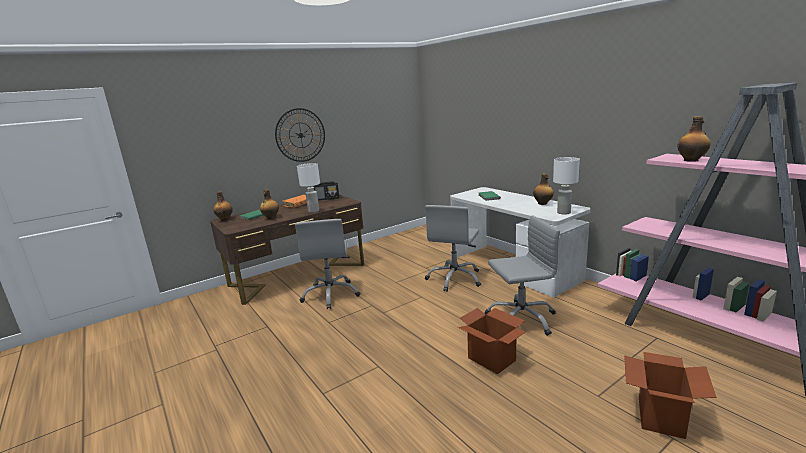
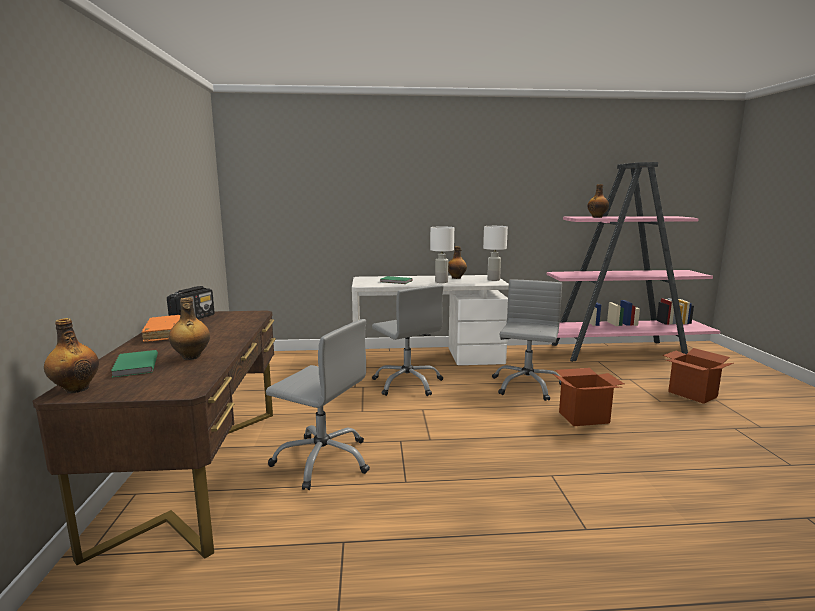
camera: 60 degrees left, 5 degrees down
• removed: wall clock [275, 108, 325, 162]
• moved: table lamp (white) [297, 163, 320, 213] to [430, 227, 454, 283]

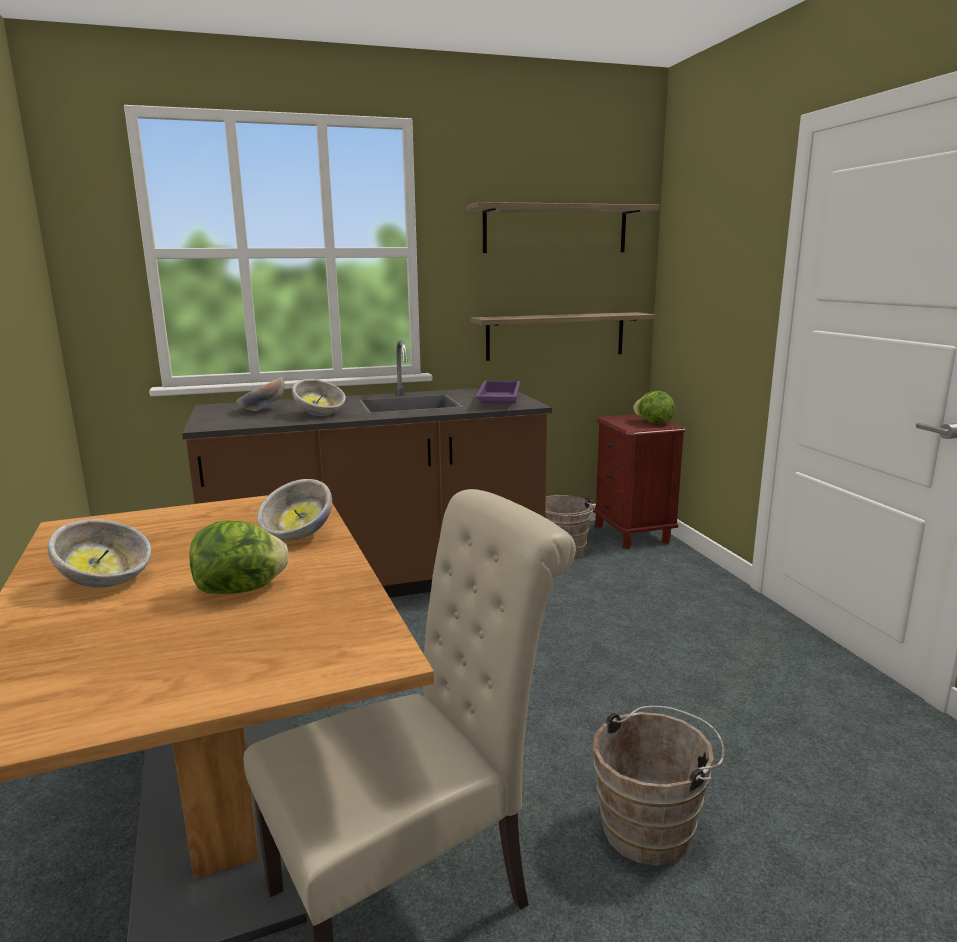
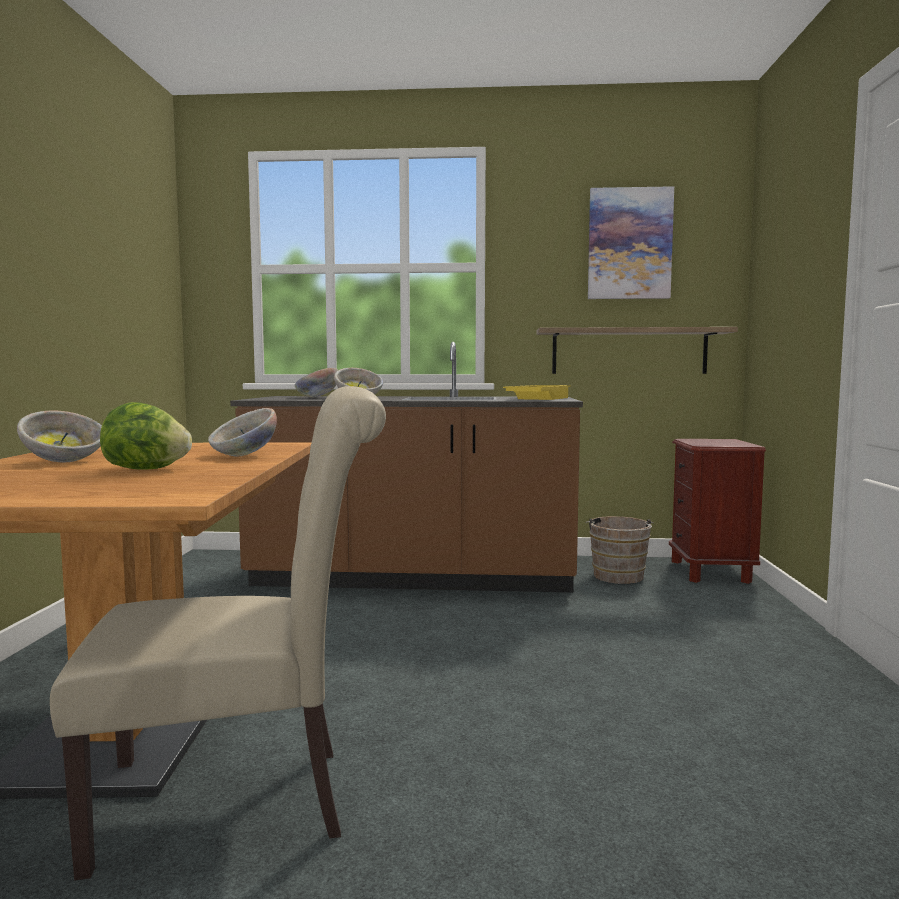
camera: 20 degrees right, 10 degrees down
• replaced: shelf [466, 202, 659, 253] to picture [588, 186, 674, 299]
• recoloured: tray (purple) [475, 381, 520, 403] to tray (yellow) [503, 385, 571, 400]
• removed: lettuce [633, 391, 675, 424]
• removed: bucket (brown) [593, 706, 724, 866]

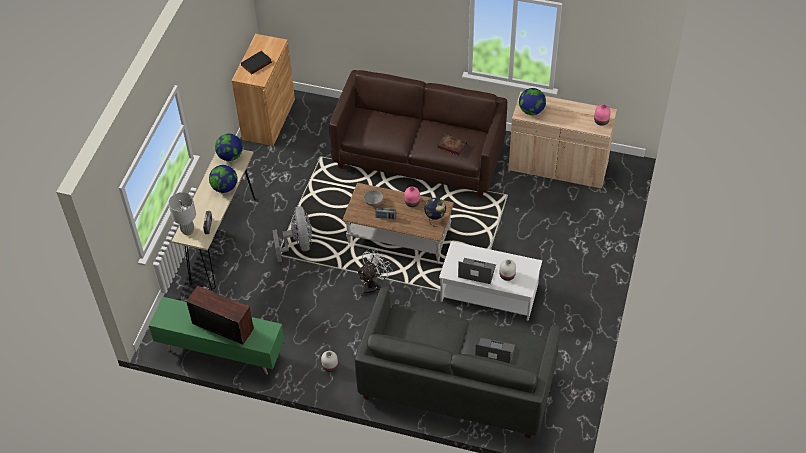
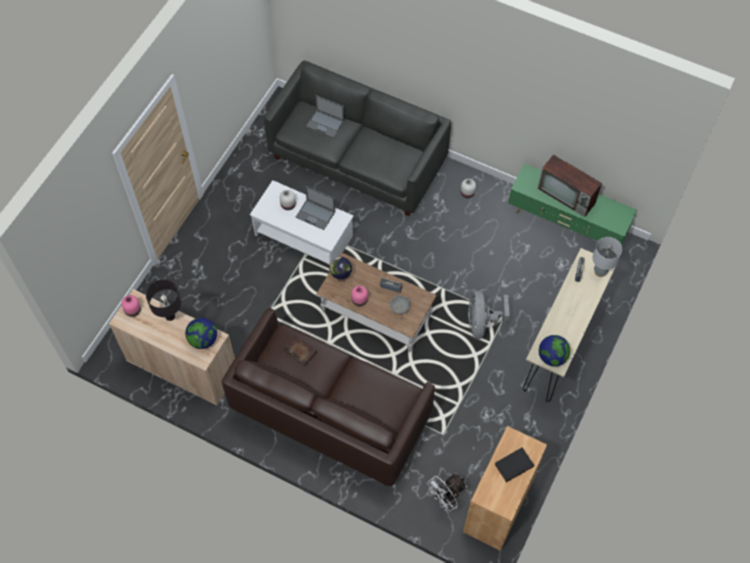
camera: 170 degrees left, 10 degrees up
• removed: globe [209, 165, 237, 193]
• moved: fan (white) [357, 248, 393, 296] to [427, 473, 467, 512]
• added: table lamp (black) [146, 279, 181, 321]

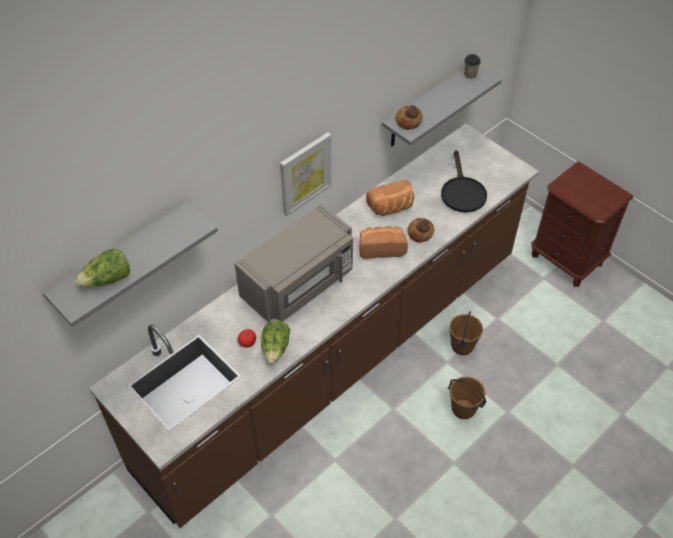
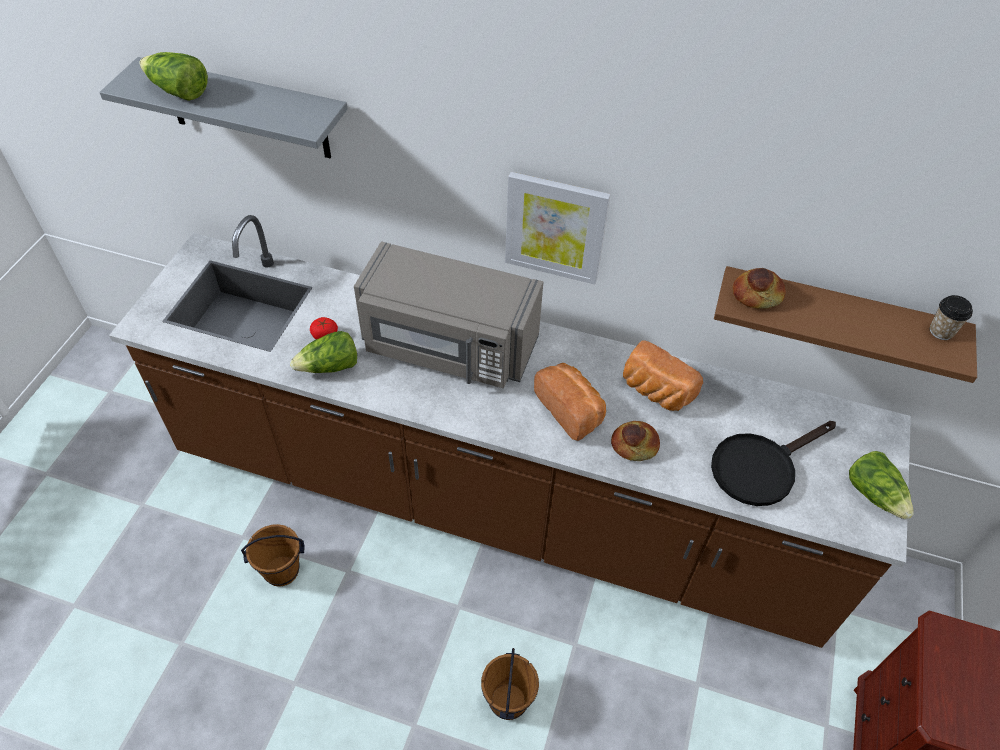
camera: 60 degrees right, 0 degrees up
• recoloured: shelf (grey) [382, 66, 501, 147] to shelf (brown) [714, 266, 977, 383]
• moved: bucket (brown) [449, 311, 483, 355] to [241, 524, 305, 587]
• added: lettuce [849, 451, 914, 520]

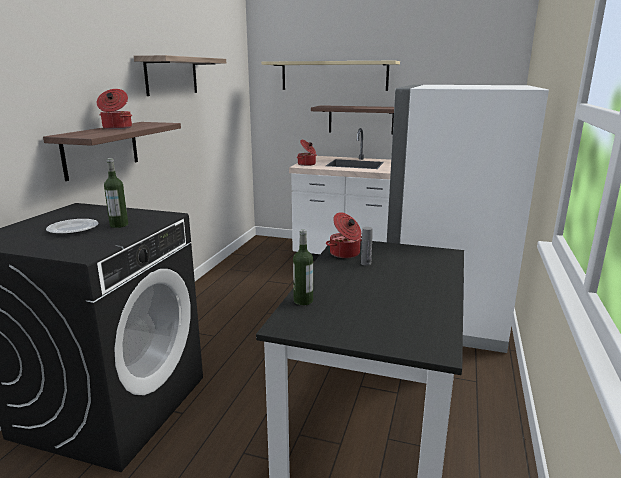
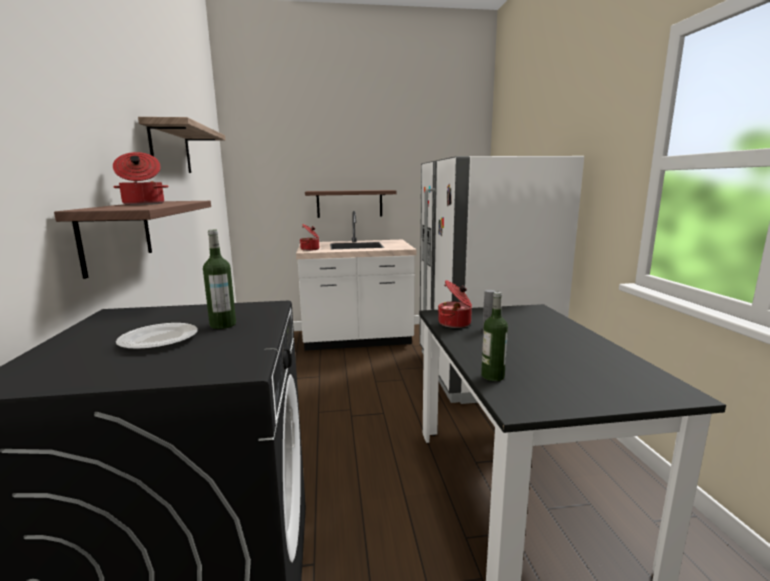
camera: 25 degrees left, 5 degrees down
• removed: shelf (beige) [261, 61, 400, 91]

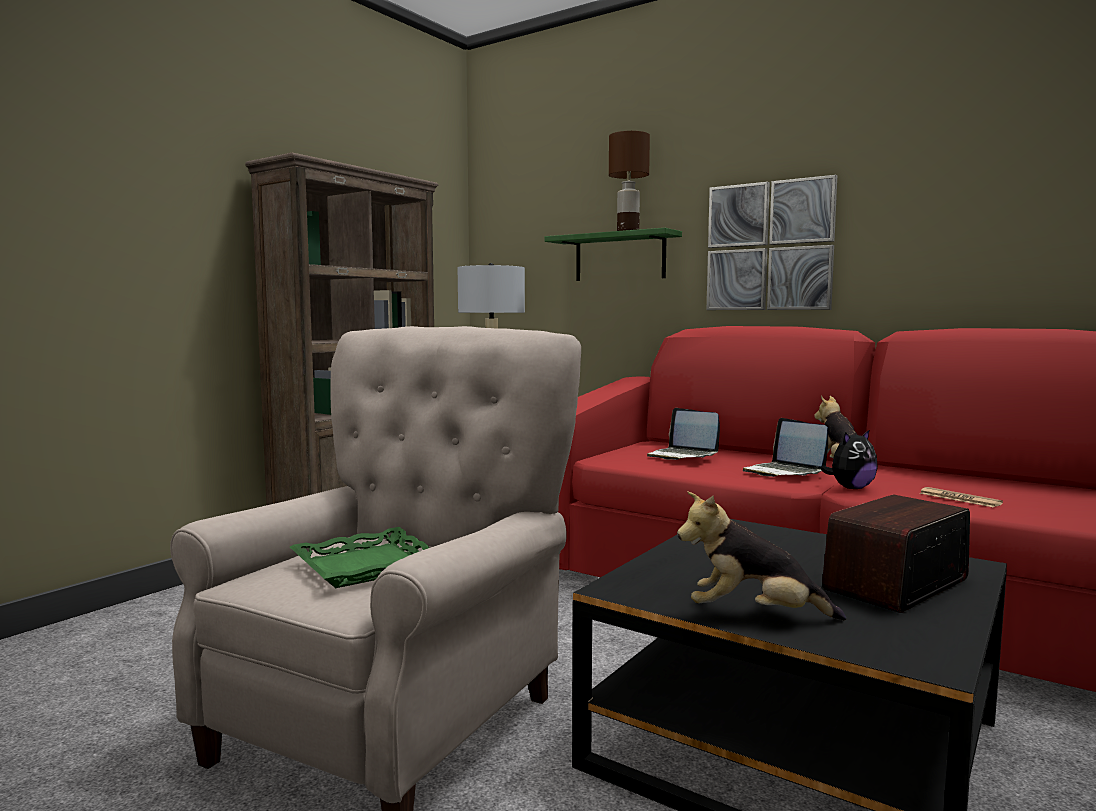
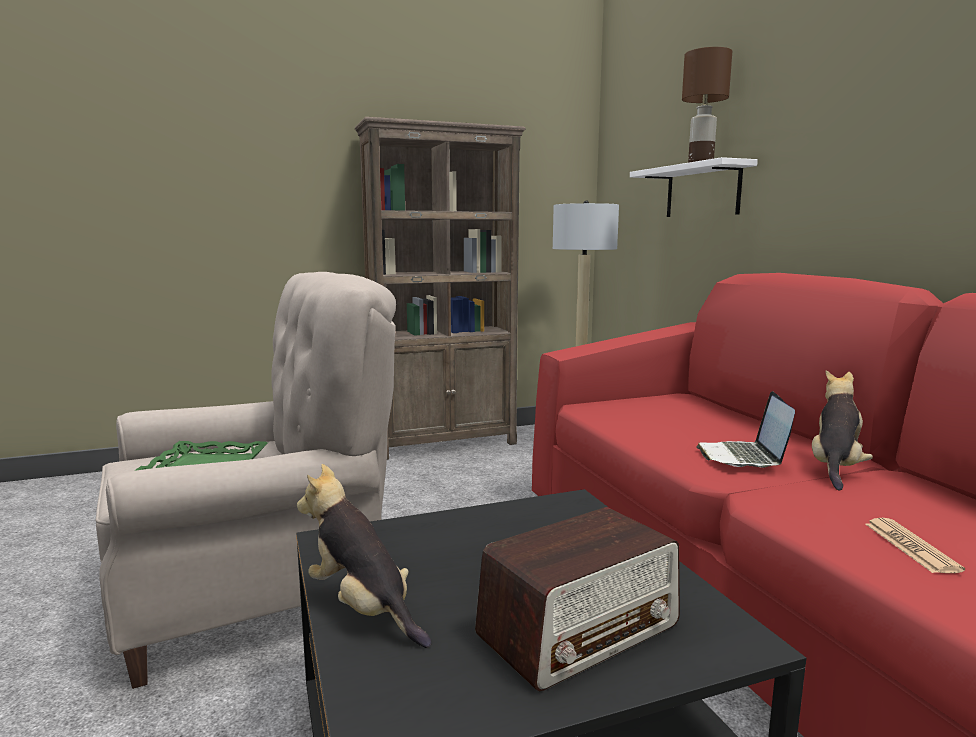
camera: 35 degrees right, 5 degrees up
• removed: picture [706, 175, 837, 310]
• recoloured: shelf (green) [544, 228, 682, 281] to shelf (white) [630, 157, 758, 217]
• removed: laptop [647, 408, 720, 460]
• removed: plush toy [821, 429, 878, 489]
• turned: radio [822, 494, 970, 613] = [475, 507, 680, 691] 150 degrees clockwise

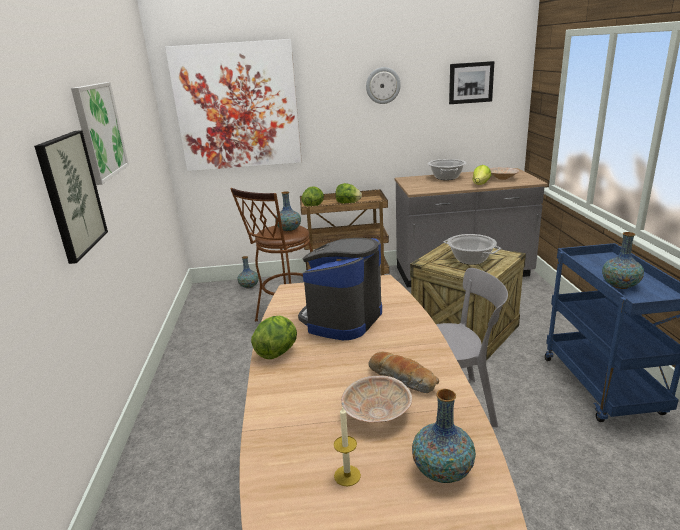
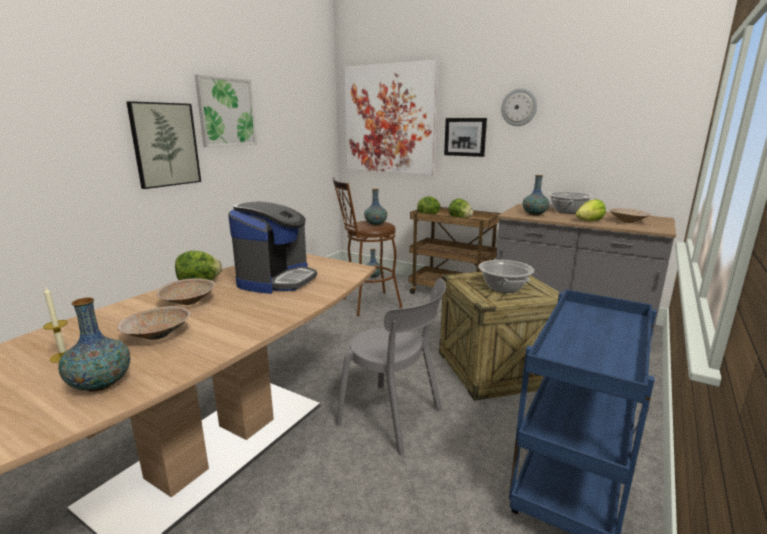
camera: 35 degrees right, 5 degrees down
• moved: picture [449, 61, 495, 104] to [444, 118, 487, 157]
• moved: vase [602, 232, 644, 289] to [523, 175, 550, 216]
• turned: coffee machine [298, 238, 382, 340] = [228, 201, 317, 294] 135 degrees clockwise
• removed: bread [368, 352, 439, 393]
• added: bowl (beige) [156, 278, 216, 305]

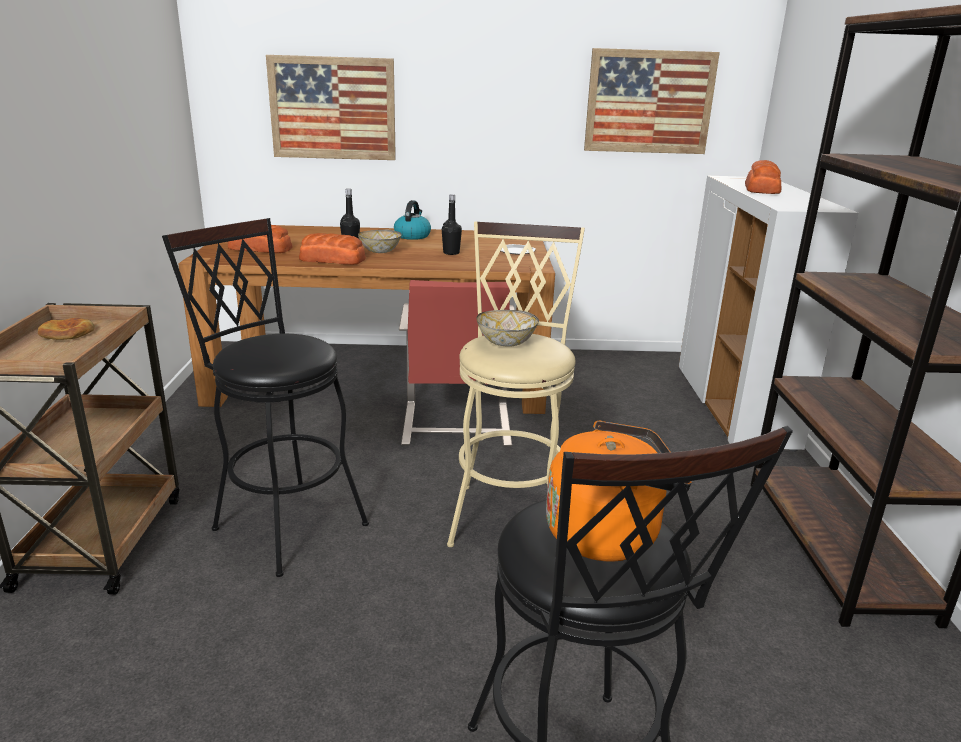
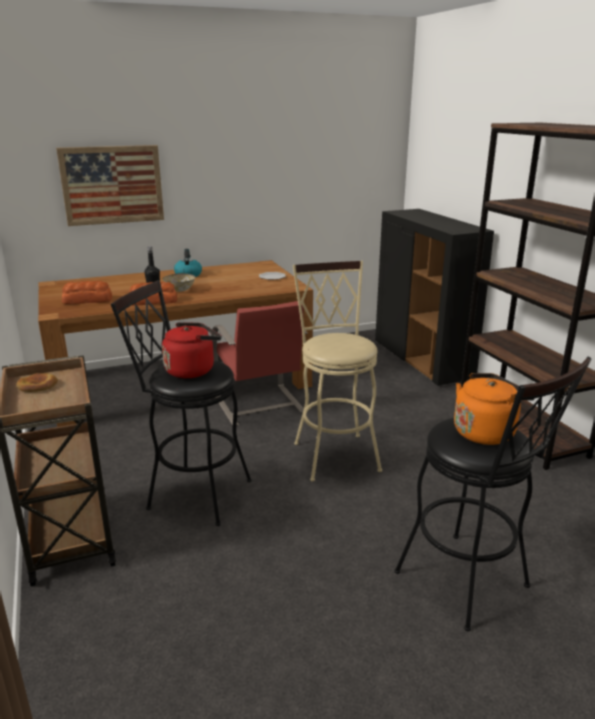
camera: 20 degrees left, 0 degrees up
• removed: picture [584, 48, 720, 154]
• removed: bread [745, 160, 781, 194]
• recoloured: cabinet (white) [679, 176, 859, 452] to cabinet (black) [375, 209, 494, 387]
• removed: bottle (black) [442, 194, 462, 255]
• removed: bowl [477, 310, 539, 347]
• added: kettle (red) [162, 322, 222, 378]

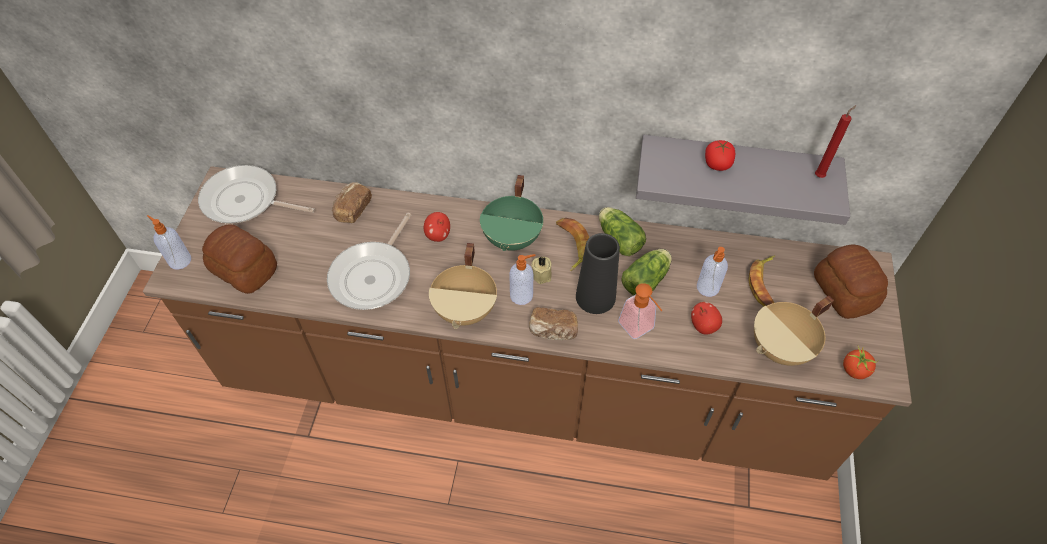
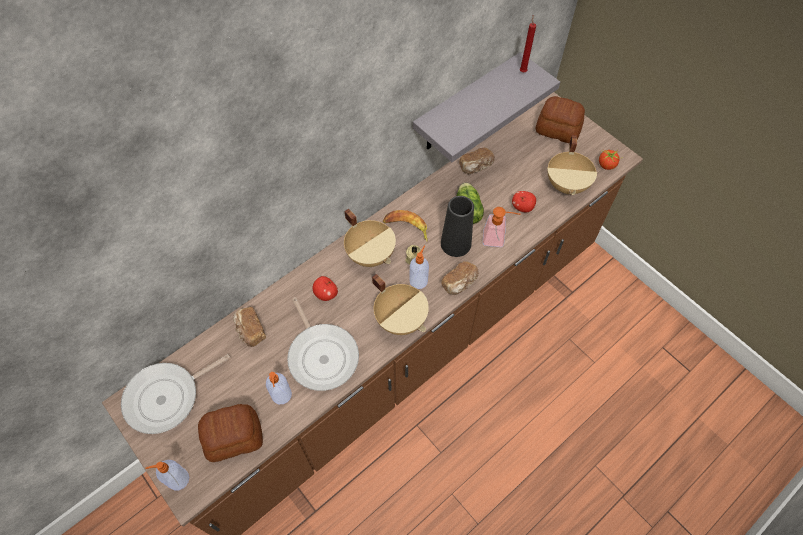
camera: 50 degrees left, 5 degrees up
• removed: tomato [705, 140, 735, 171]
• recoloured: cooking pot (green) [480, 175, 543, 251] to cooking pot (beige) [344, 209, 396, 267]
• removed: lettuce [599, 207, 646, 256]
• moved: soap dispenser [697, 247, 728, 297] to [266, 372, 292, 404]
• removed: banana [748, 255, 775, 307]
• added: bread [459, 147, 495, 174]

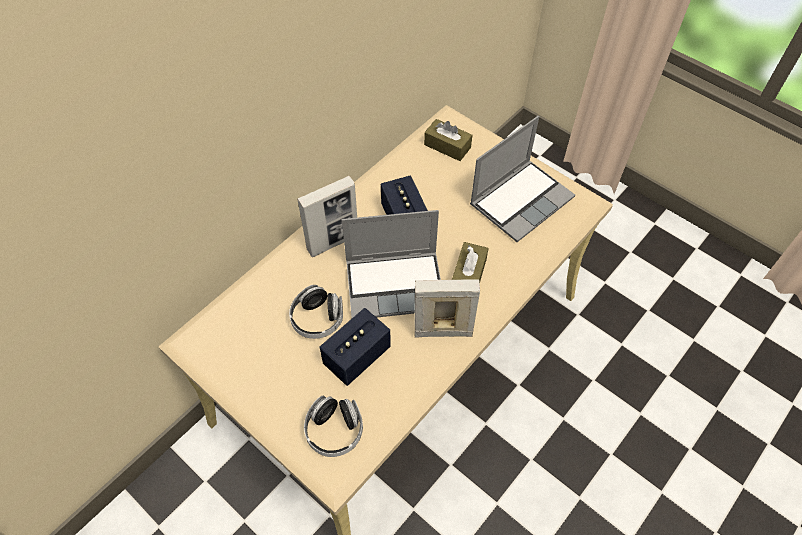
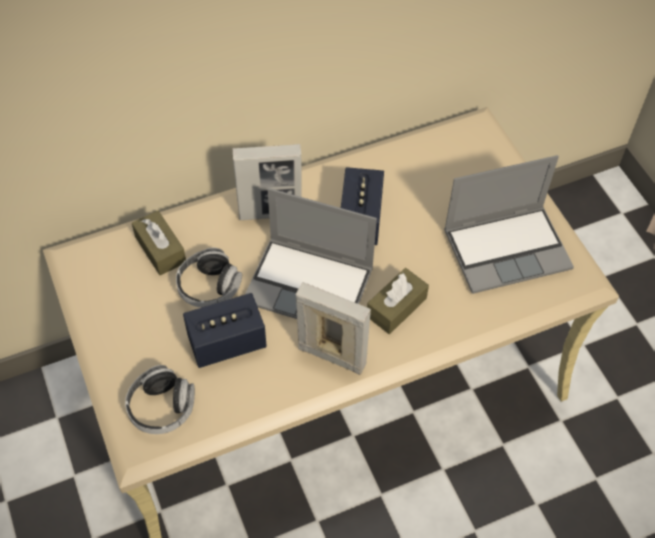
camera: 25 degrees right, 0 degrees up
• moved: tissue box (brown) [424, 119, 472, 161] to [132, 211, 186, 275]

